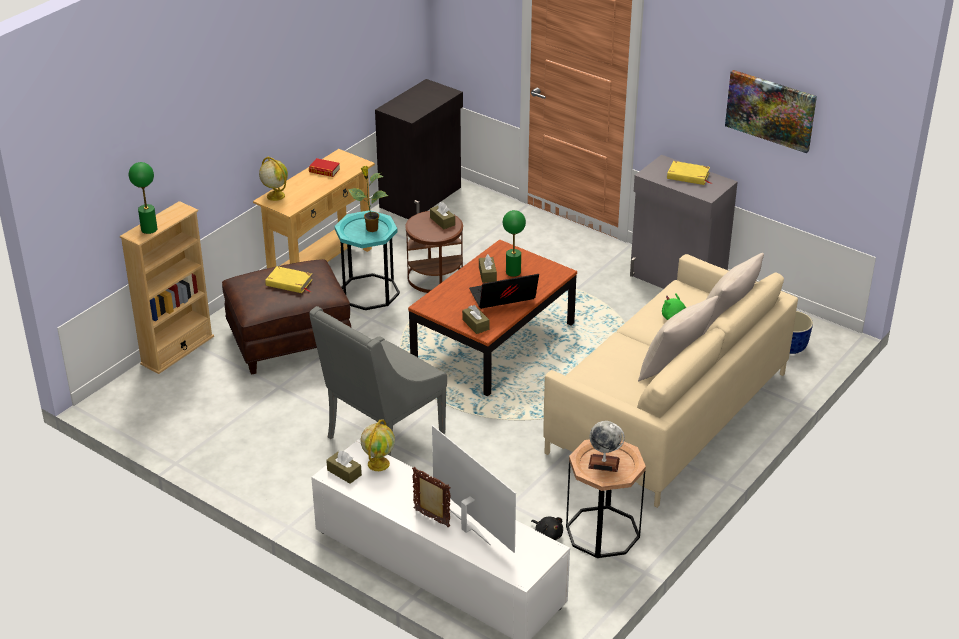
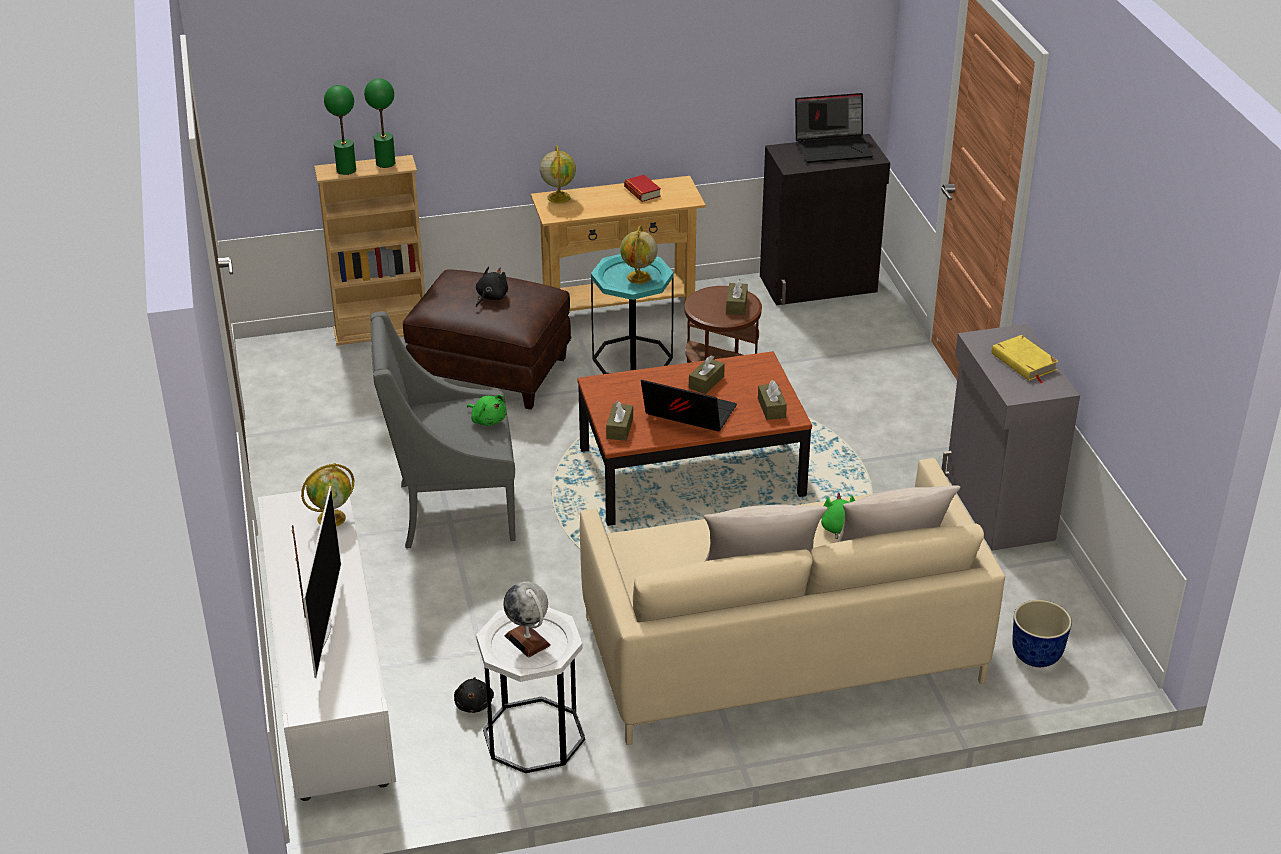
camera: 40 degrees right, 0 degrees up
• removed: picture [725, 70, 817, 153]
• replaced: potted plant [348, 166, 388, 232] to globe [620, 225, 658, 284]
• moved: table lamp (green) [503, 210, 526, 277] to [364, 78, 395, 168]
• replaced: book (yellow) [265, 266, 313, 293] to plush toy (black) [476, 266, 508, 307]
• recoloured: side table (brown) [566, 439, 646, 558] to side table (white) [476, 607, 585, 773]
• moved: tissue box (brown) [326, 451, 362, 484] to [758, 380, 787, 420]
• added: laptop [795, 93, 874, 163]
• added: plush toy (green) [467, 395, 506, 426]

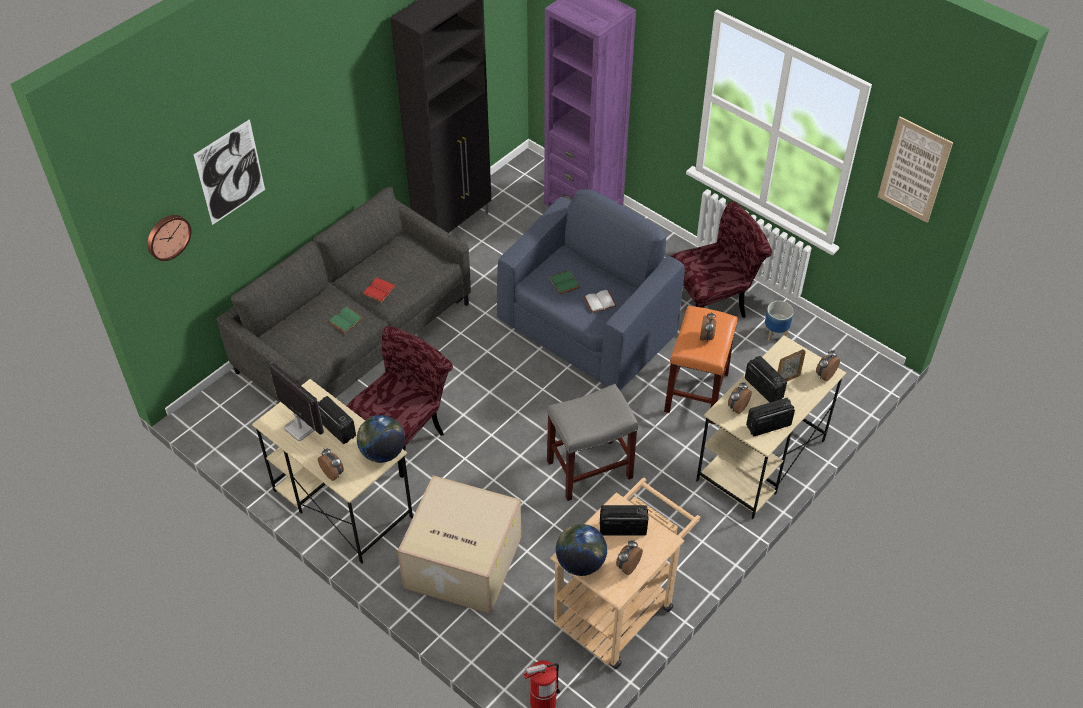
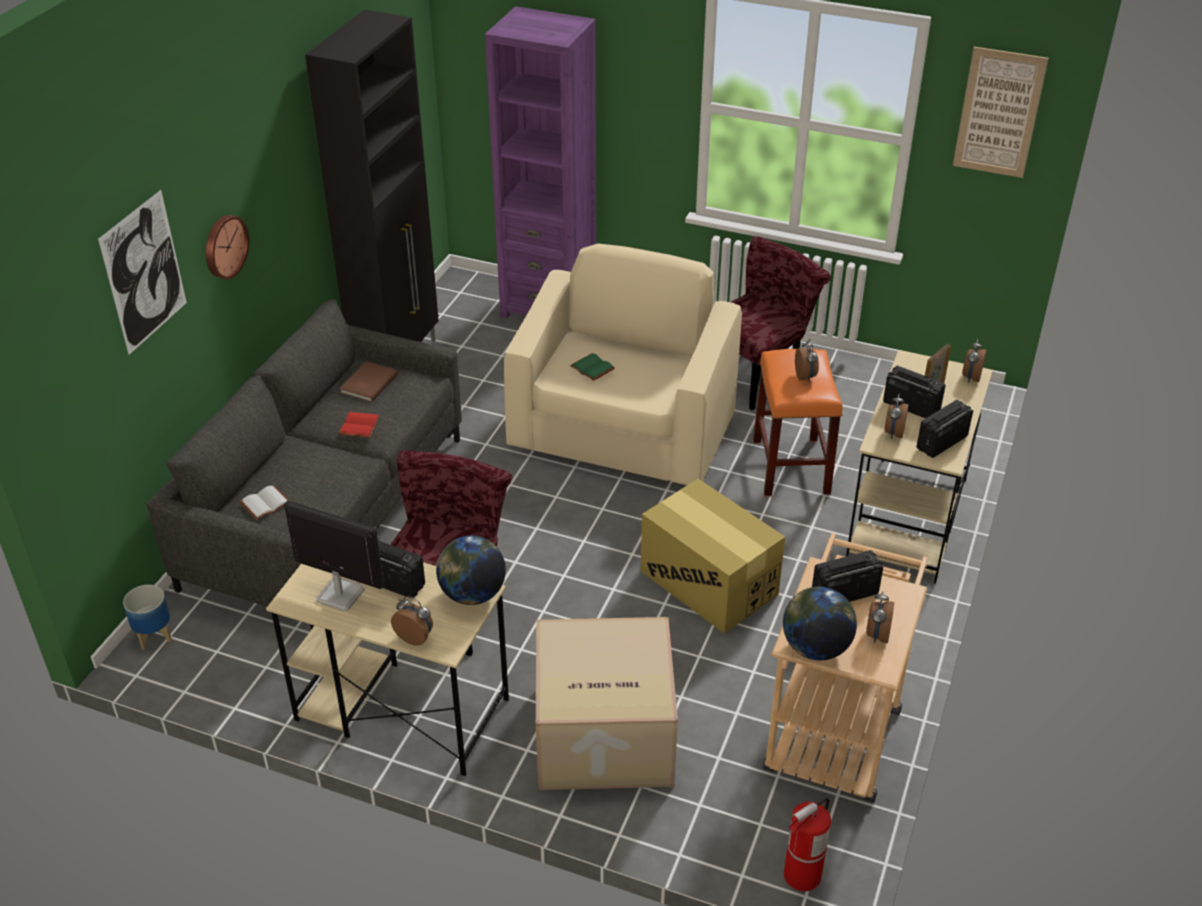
camera: 20 degrees left, 10 degrees down
• recoloured: armchair (blue) [497, 189, 685, 390] to armchair (beige) [504, 244, 742, 485]
• moved: wall clock [147, 215, 191, 261] to [206, 215, 249, 279]
• moved: book (white) [584, 290, 617, 313] to [240, 485, 289, 520]
• moved: planter [765, 301, 794, 341] to [123, 585, 172, 650]
• removed: book (green) [328, 307, 364, 333]
• replaced: stool (grey) [547, 384, 638, 501] to cardboard box [641, 479, 785, 634]
• added: book (brown) [339, 362, 398, 402]

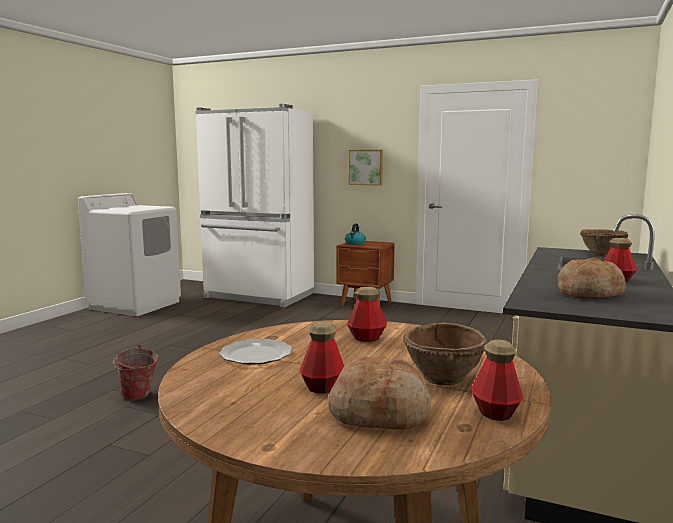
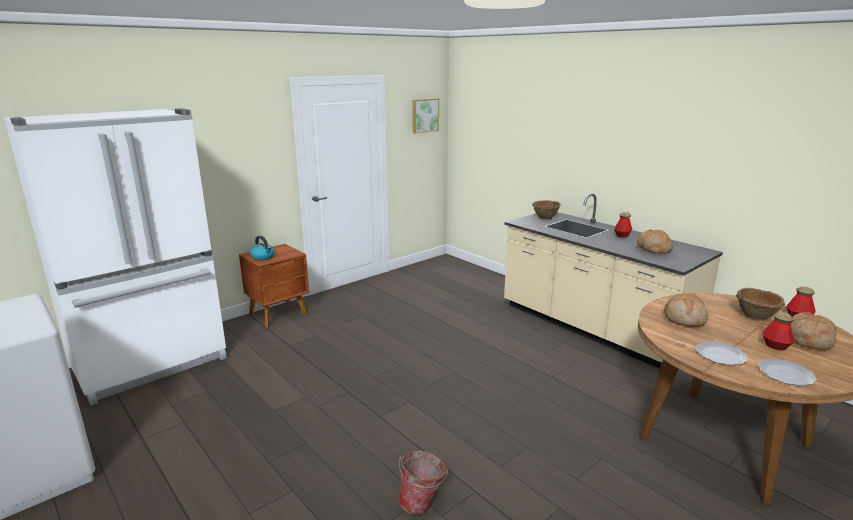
camera: 65 degrees left, 10 degrees up
• moved: picture [349, 150, 383, 186] to [412, 98, 439, 133]
• replaced: bottle [347, 287, 387, 342] to bread [664, 293, 708, 327]
• added: plate [758, 359, 817, 386]

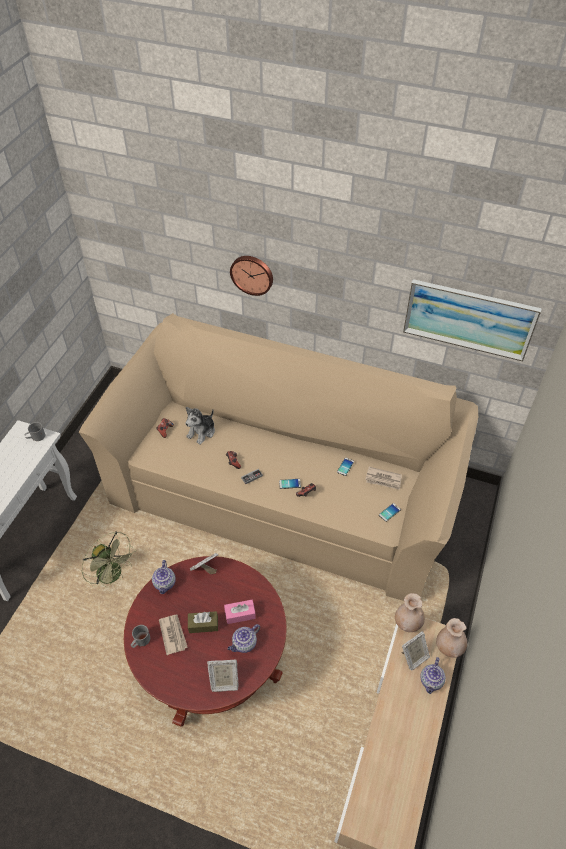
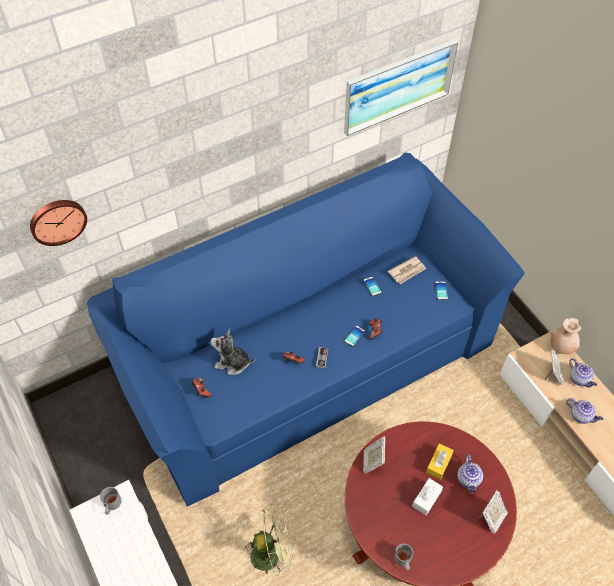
camera: 50 degrees left, 5 degrees up
• moved: wall clock [230, 256, 273, 296] to [30, 200, 87, 246]
• recoloured: sofa (beige) [79, 313, 478, 601] to sofa (blue) [87, 152, 525, 507]
• turned: plush toy [185, 407, 215, 445] = [211, 329, 255, 375] 120 degrees clockwise
• moved: teapot [152, 560, 176, 594] to [566, 398, 603, 424]
• removed: vase (beige) [395, 593, 425, 632]
• recoloured: tissue box (pink) [224, 600, 256, 624] to tissue box (yellow) [426, 443, 454, 480]
• recoloured: tissue box (brown) [188, 611, 218, 633] to tissue box (white) [412, 478, 443, 515]
• removed: newspaper [159, 614, 188, 655]

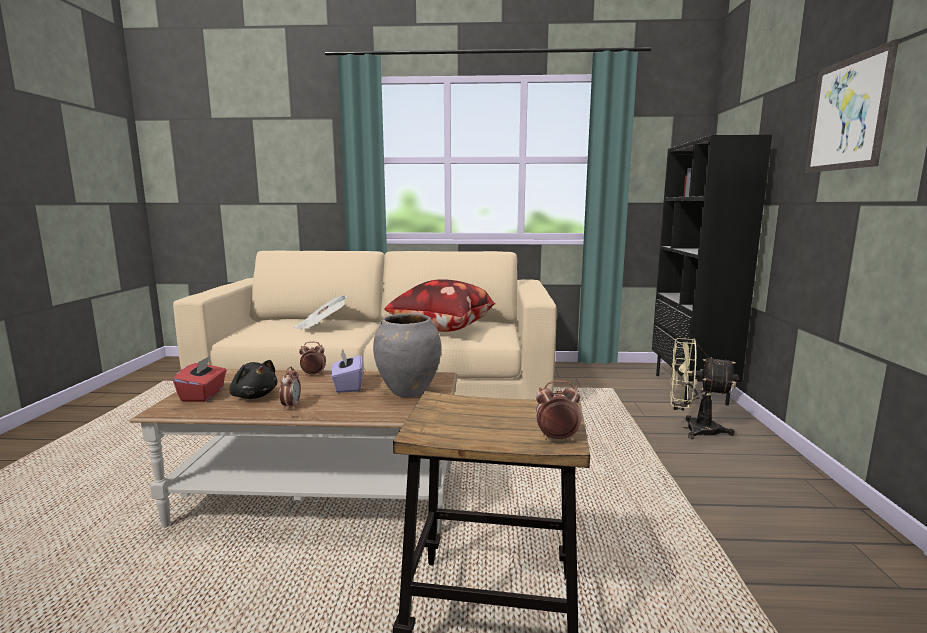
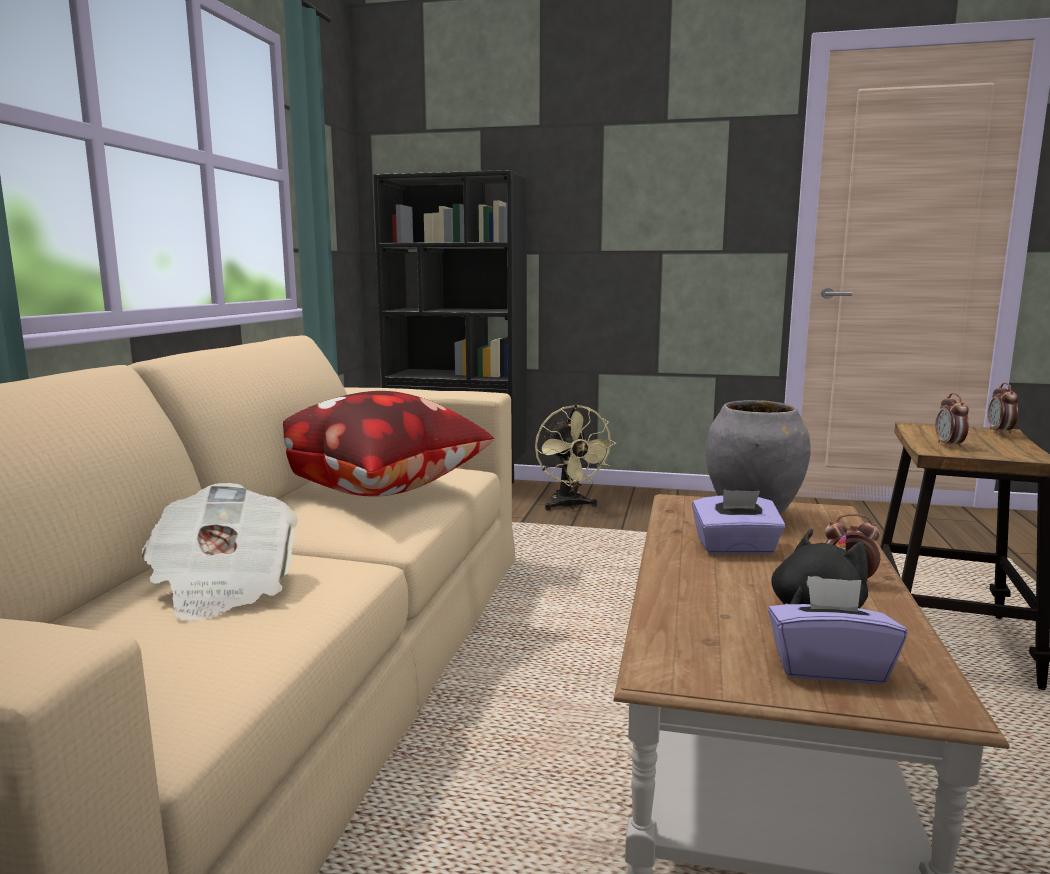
camera: 80 degrees left, 0 degrees up
• removed: picture [805, 39, 899, 173]
• turned: fan (beige) [670, 338, 738, 439] = [535, 405, 617, 511] 45 degrees counterclockwise
• moved: alarm clock [299, 341, 326, 375] to [935, 393, 969, 448]
• recoloured: tissue box (red) [173, 356, 227, 402] to tissue box (purple) [768, 576, 907, 684]

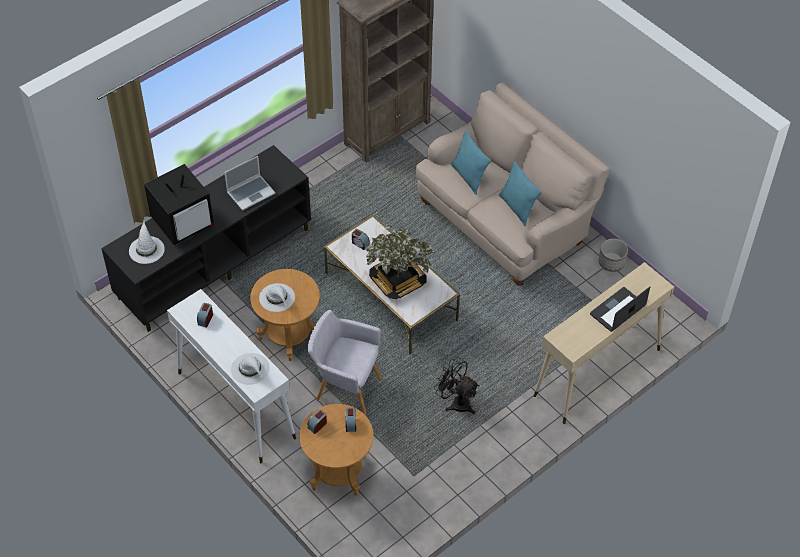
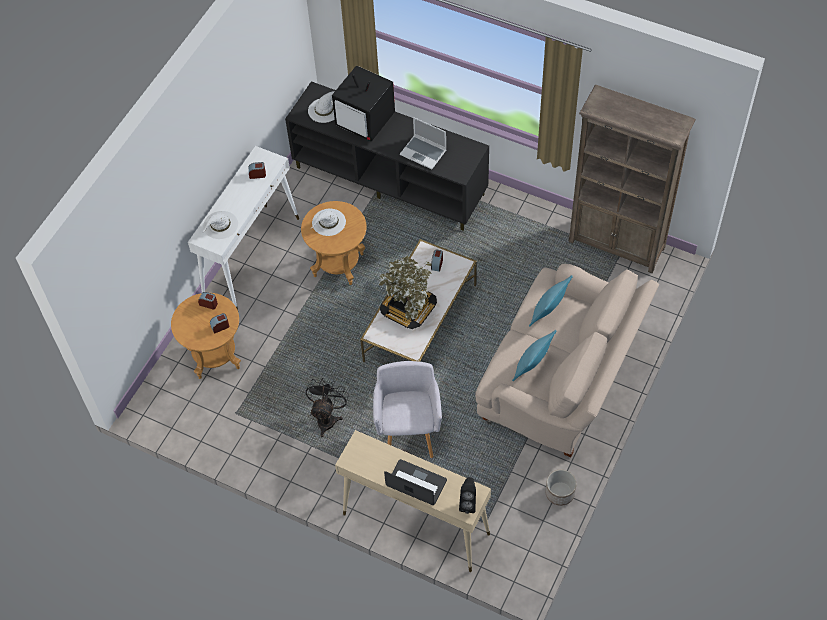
camera: 70 degrees right, 5 degrees up
• moved: armchair (grey) [308, 310, 382, 415] to [373, 361, 442, 458]
• added: speaker (black) [459, 477, 476, 514]

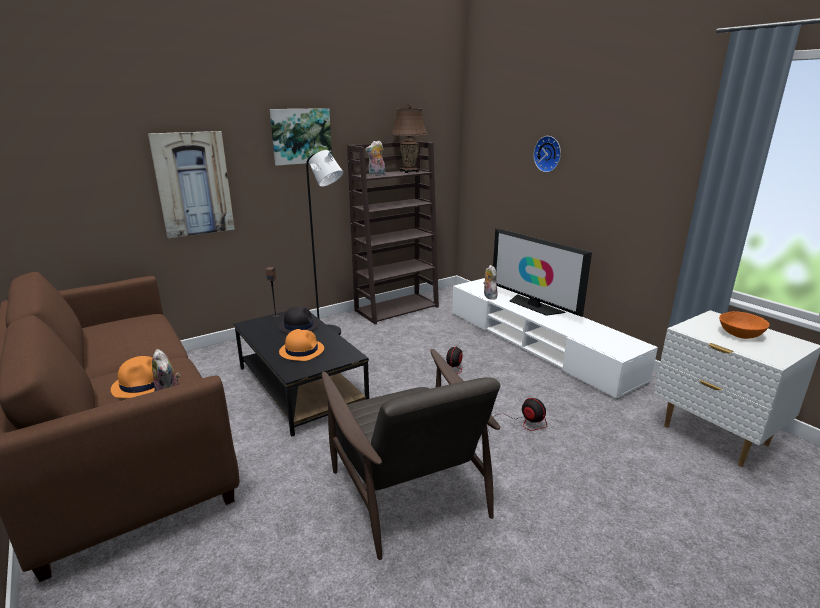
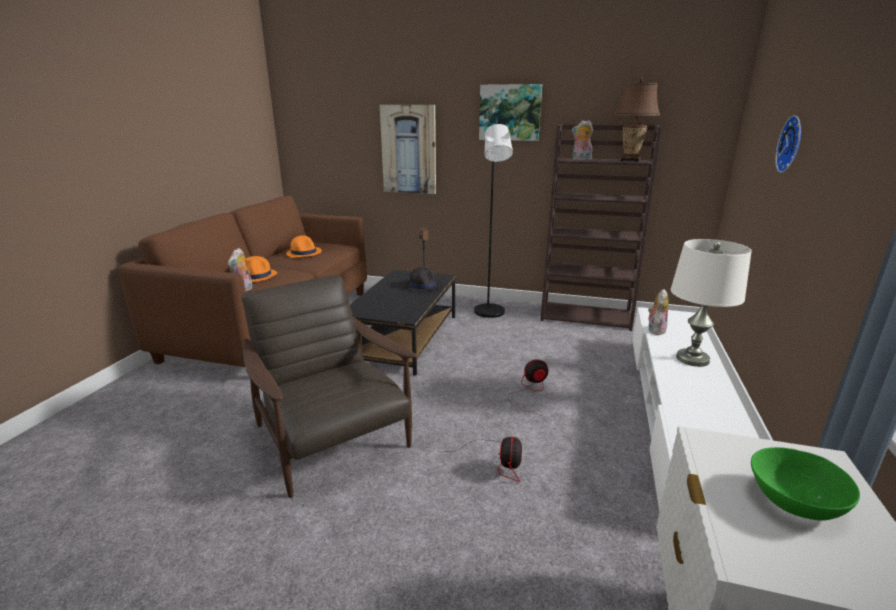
camera: 50 degrees right, 0 degrees up
• replaced: television [493, 228, 592, 317] to table lamp (white) [671, 239, 752, 367]
• recoloured: bowl (orange) [719, 311, 770, 339] to bowl (green) [751, 447, 860, 520]
• moved: hat (orange) [279, 329, 324, 361] to [286, 235, 322, 258]
• turned: armchair (brown) [322, 349, 500, 560] = [241, 275, 417, 498] 120 degrees clockwise

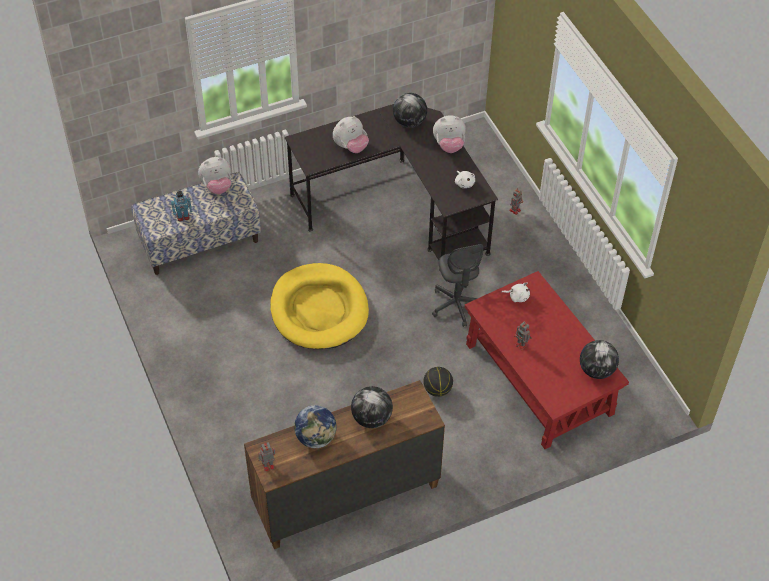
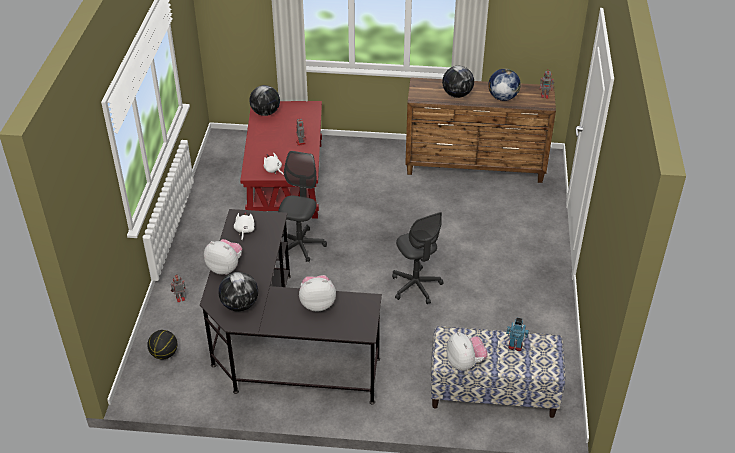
camera: 150 degrees left, 10 degrees down
• turned: plush toy [198, 157, 231, 194] = [446, 332, 488, 371] 60 degrees clockwise
• replaced: dog bed (yellow) [270, 263, 369, 349] to office chair (grey) [392, 212, 444, 304]
• moved: basketball [423, 367, 453, 397] to [147, 330, 177, 359]

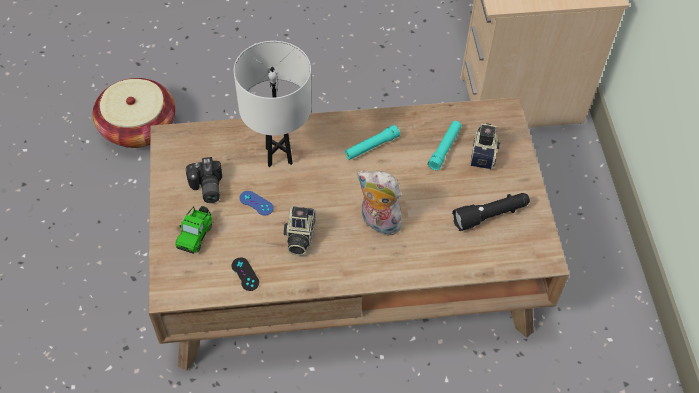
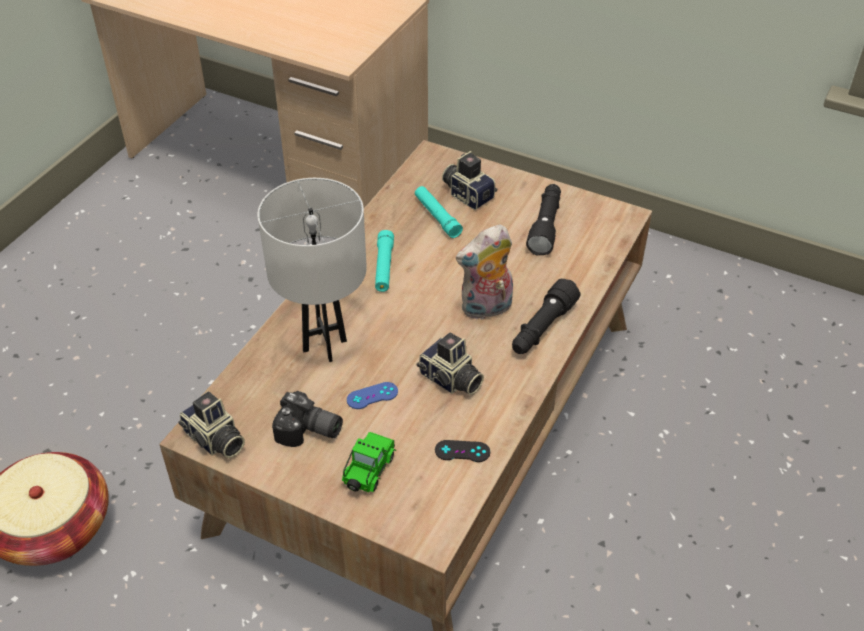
camera: 55 degrees left, 10 degrees down
• turned: toy car [175, 206, 212, 254] = [342, 432, 397, 492] 120 degrees counterclockwise
• added: flashlight (black) [512, 278, 581, 354]
• added: photo camera [178, 392, 245, 458]

